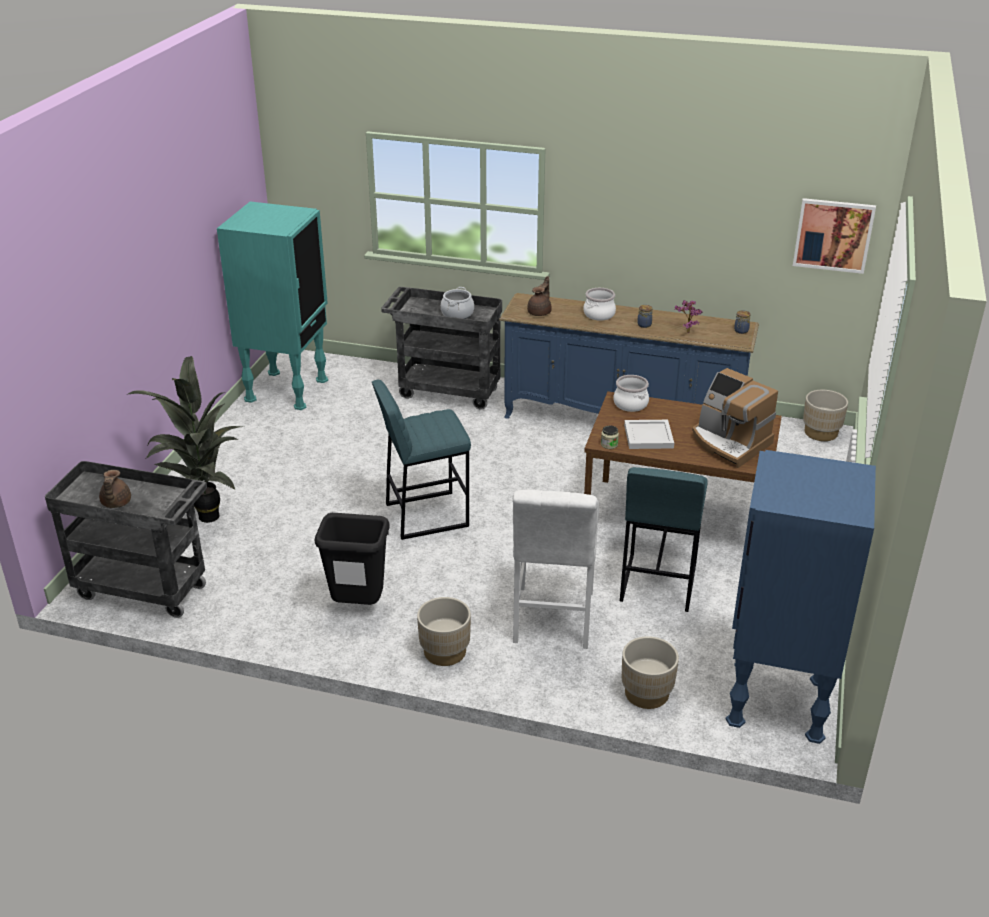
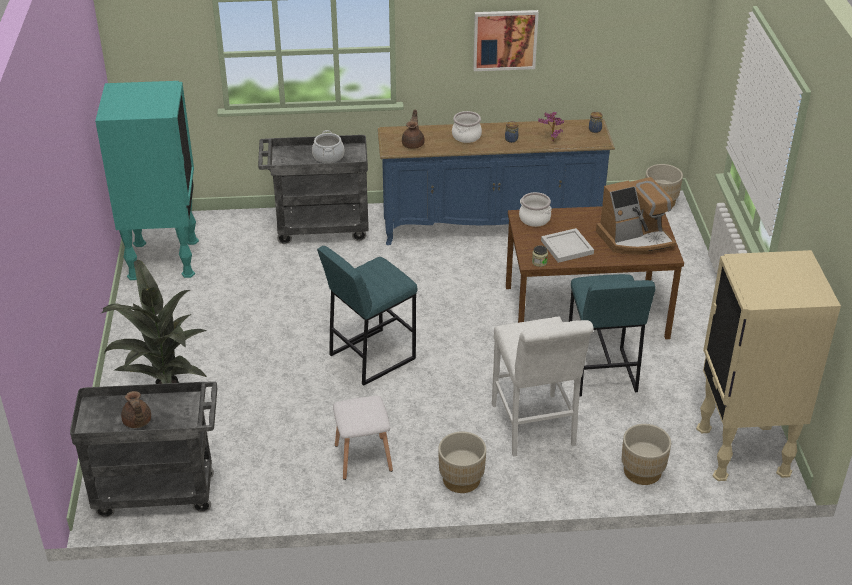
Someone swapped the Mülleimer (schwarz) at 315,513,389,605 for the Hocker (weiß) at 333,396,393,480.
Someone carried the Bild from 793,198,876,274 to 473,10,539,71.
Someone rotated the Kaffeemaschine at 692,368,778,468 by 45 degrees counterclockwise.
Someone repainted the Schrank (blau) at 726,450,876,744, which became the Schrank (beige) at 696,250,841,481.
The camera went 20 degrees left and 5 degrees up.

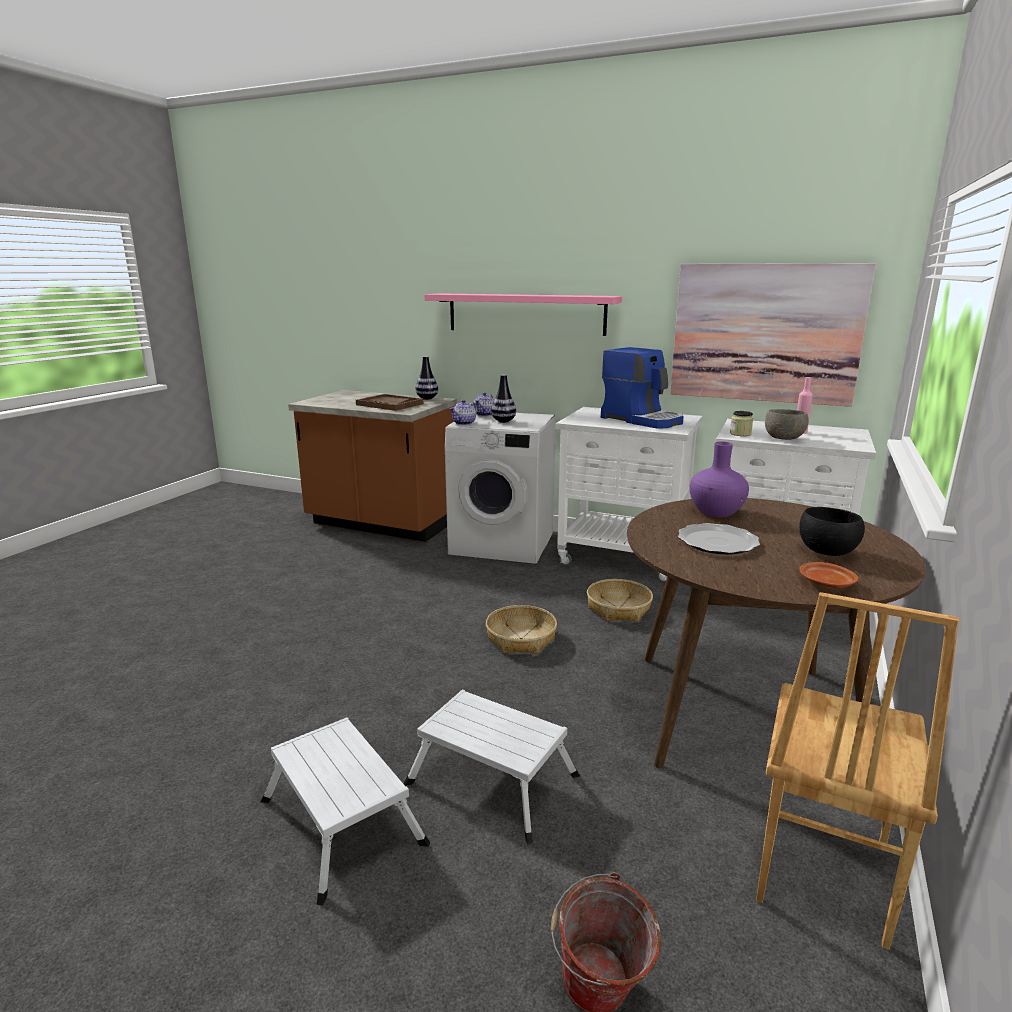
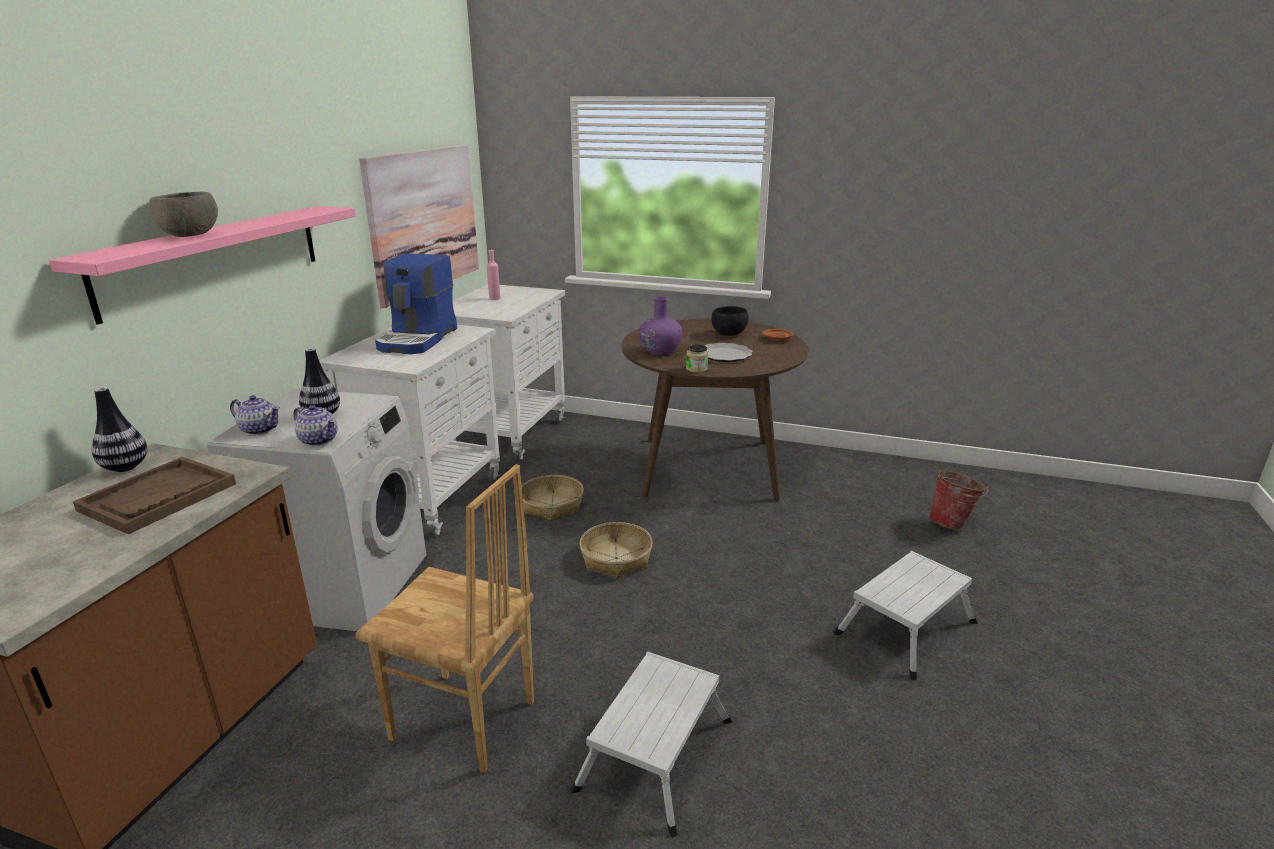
Someone carried the Schüssel (grau) from 765,409,809,440 to 149,192,218,237.
Someone carried the Stuhl (braun) from 756,592,959,950 to 355,464,534,773.
Someone rotated the Kaffeemaschine at 601,347,684,429 by 150 degrees clockwise.
Someone carried the Trittleiter (weiß) from 404,689,580,844 to 570,651,733,838.
Someone carried the Vorratsglas from 730,411,753,436 to 686,344,708,373.
The camera went 95 degrees left and 5 degrees up.

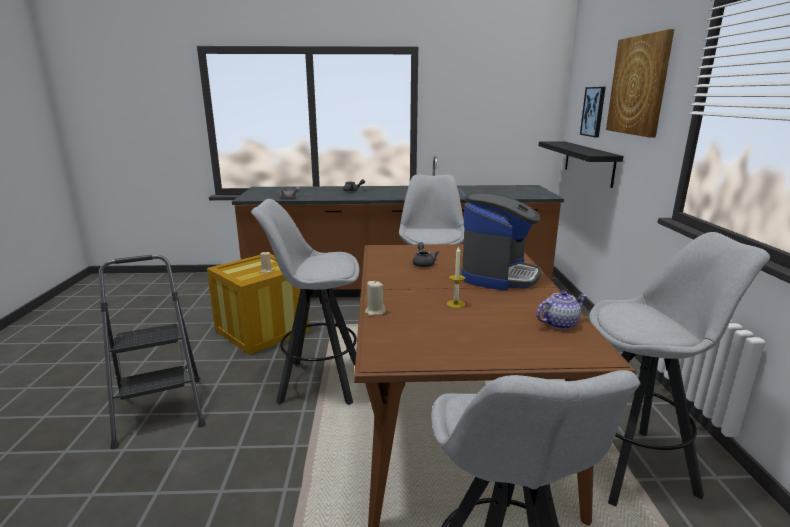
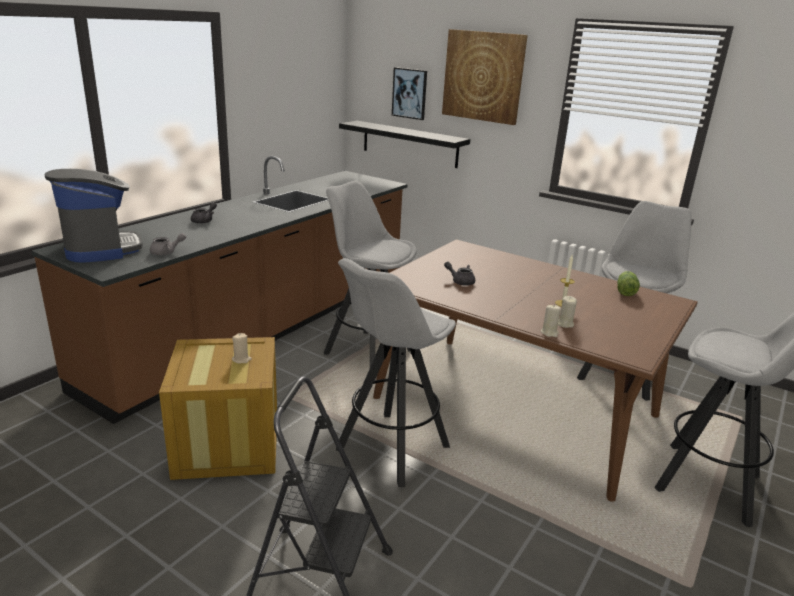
Someone carried the Kaffeemaschine from 461,193,541,291 to 44,169,143,263.
Someone put down the Kerze (beige) at 558,296,577,328.
Someone swapped the Teekanne at 536,291,587,330 for the Salatkopf at 617,271,640,296.
The camera went 55 degrees left and 5 degrees up.

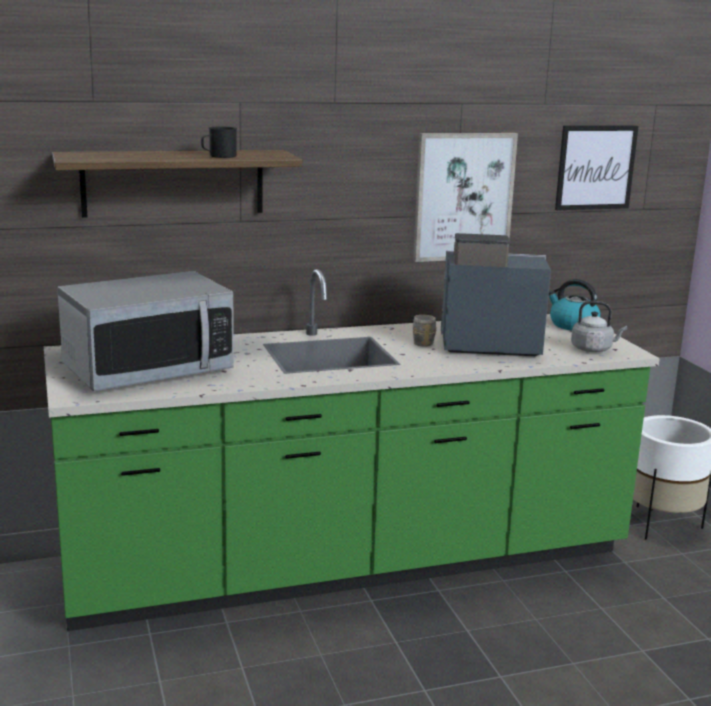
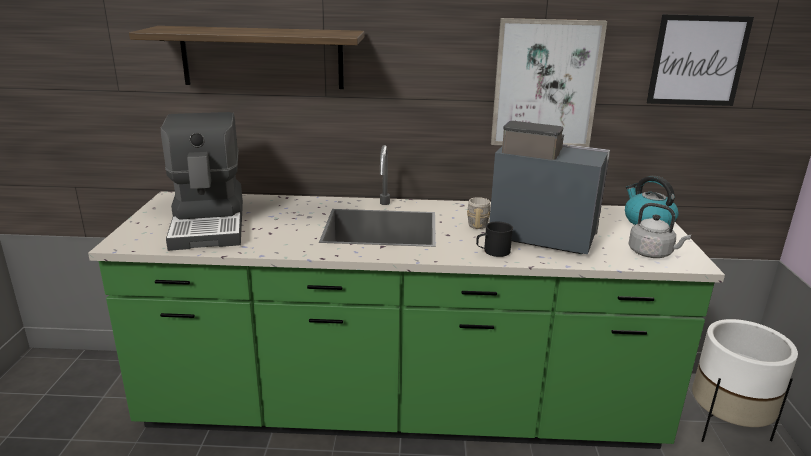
Someone swapped the Mikrowelle at 57,271,234,391 for the Kaffeemaschine at 161,112,243,251.
Someone carried the Henkelbecher (schwarz) from 201,127,237,158 to 476,222,513,257.
The camera went 20 degrees right and 5 degrees up.

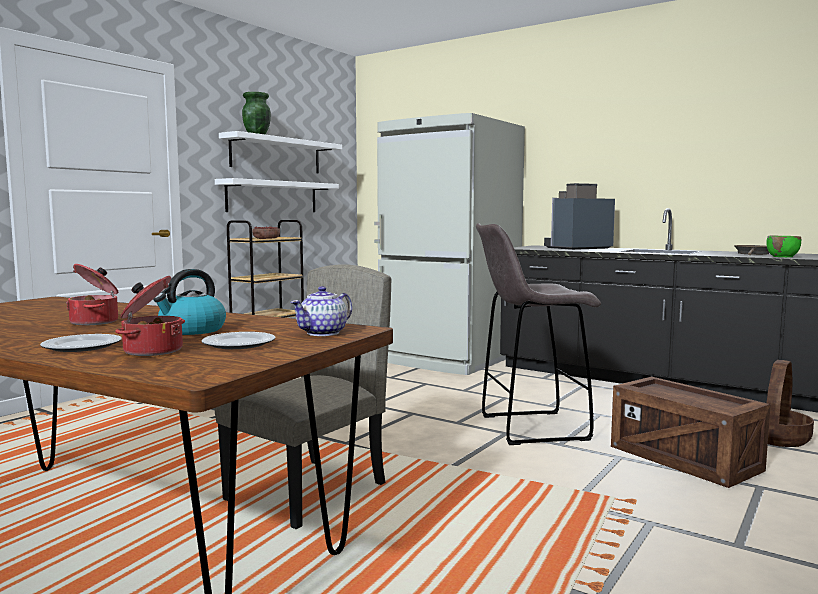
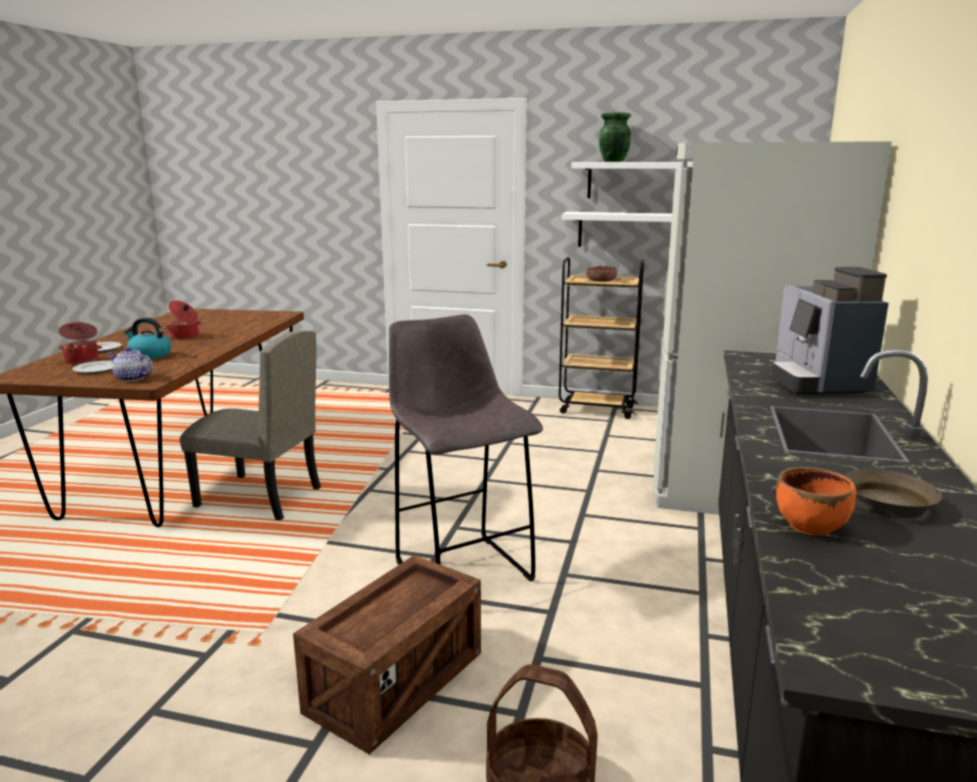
Someone rotated the Kaffeemaschine at 544,183,615,250 by 135 degrees counterclockwise.
Someone repainted the Schüssel (grün) at 766,236,801,257, which became the Schüssel (orange) at 776,467,856,536.
The camera went 70 degrees right and 10 degrees up.

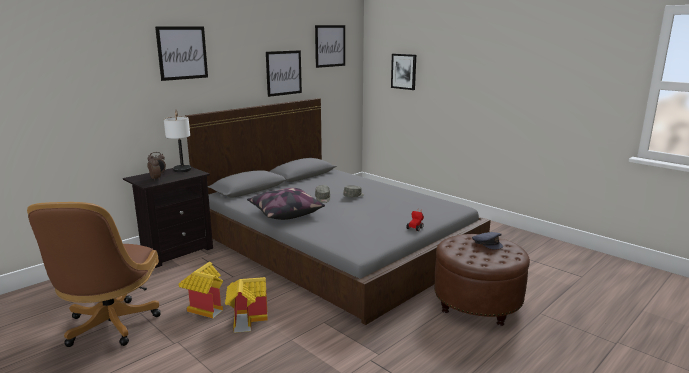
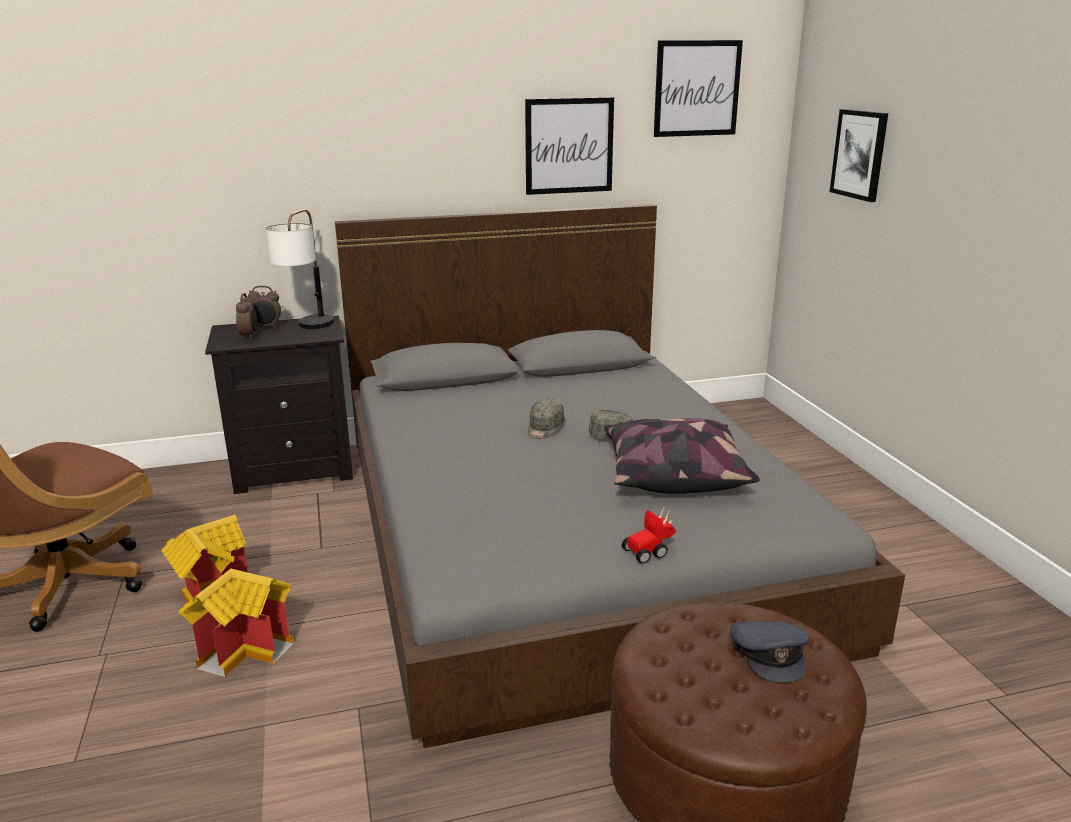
Someone carried the Kissen from 247,188,325,220 to 604,418,760,494.
Someone took away the Bild at 155,26,208,81.
The camera went 30 degrees right and 5 degrees up.

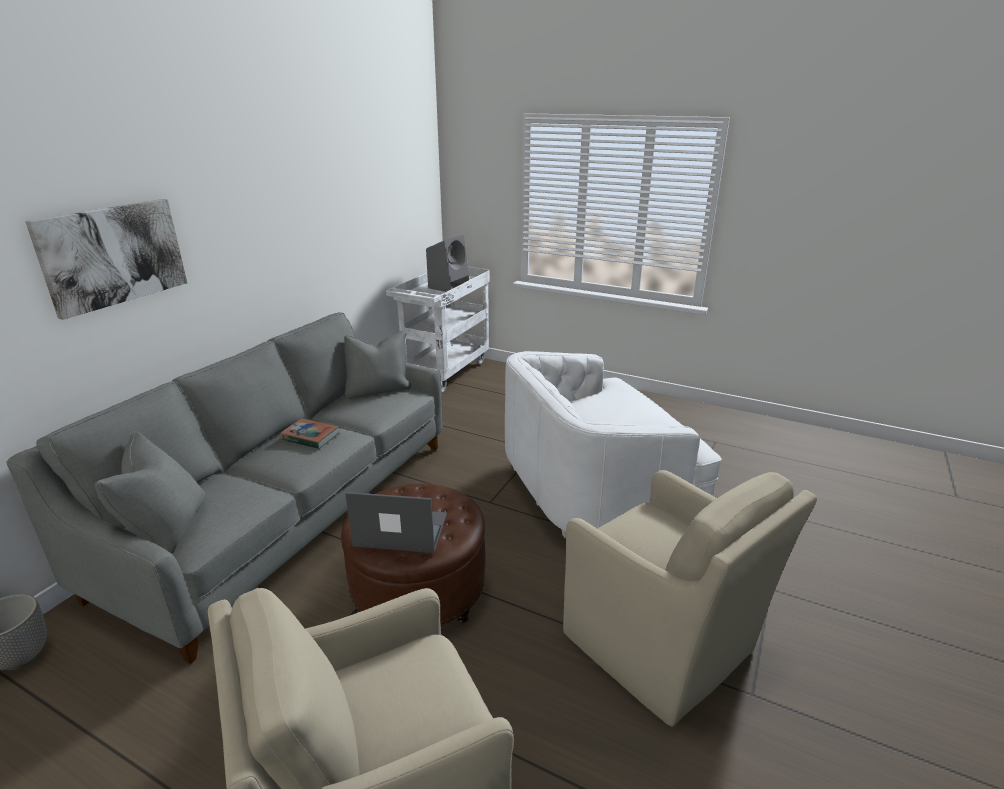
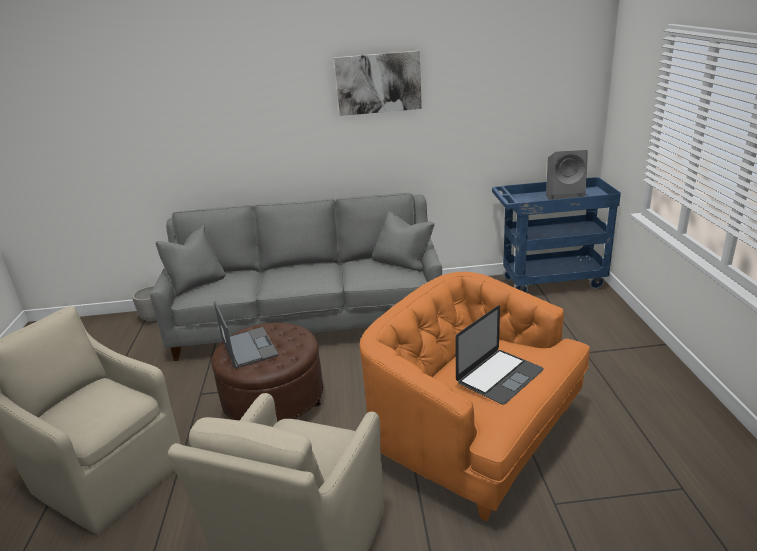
Someone carried the Bild from 25,199,187,320 to 334,51,422,116.
Someone repainted the Sessel (weiß) at 505,351,722,538, which became the Sessel (orange) at 360,272,590,521.
Someone put down the Laptop at 455,305,544,404.
Someone repainted the Rollwagen (weiß) at 386,267,490,393, which became the Rollwagen (blau) at 492,177,621,293.
Someone took away the Buch at 280,418,340,449.
The camera went 60 degrees right and 0 degrees up.

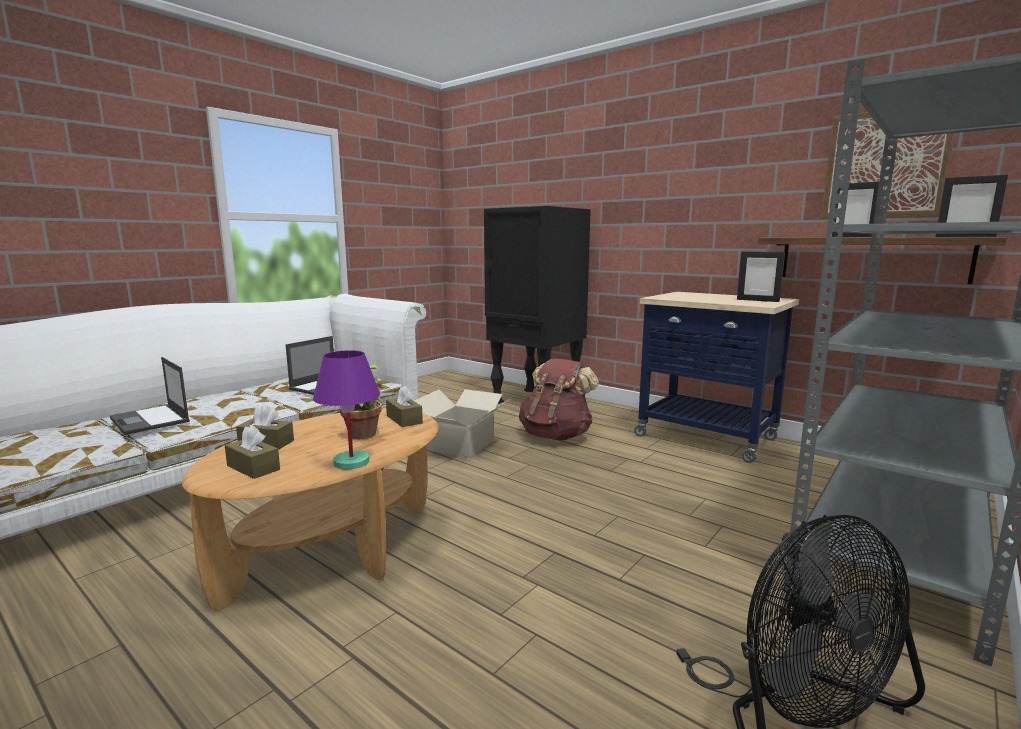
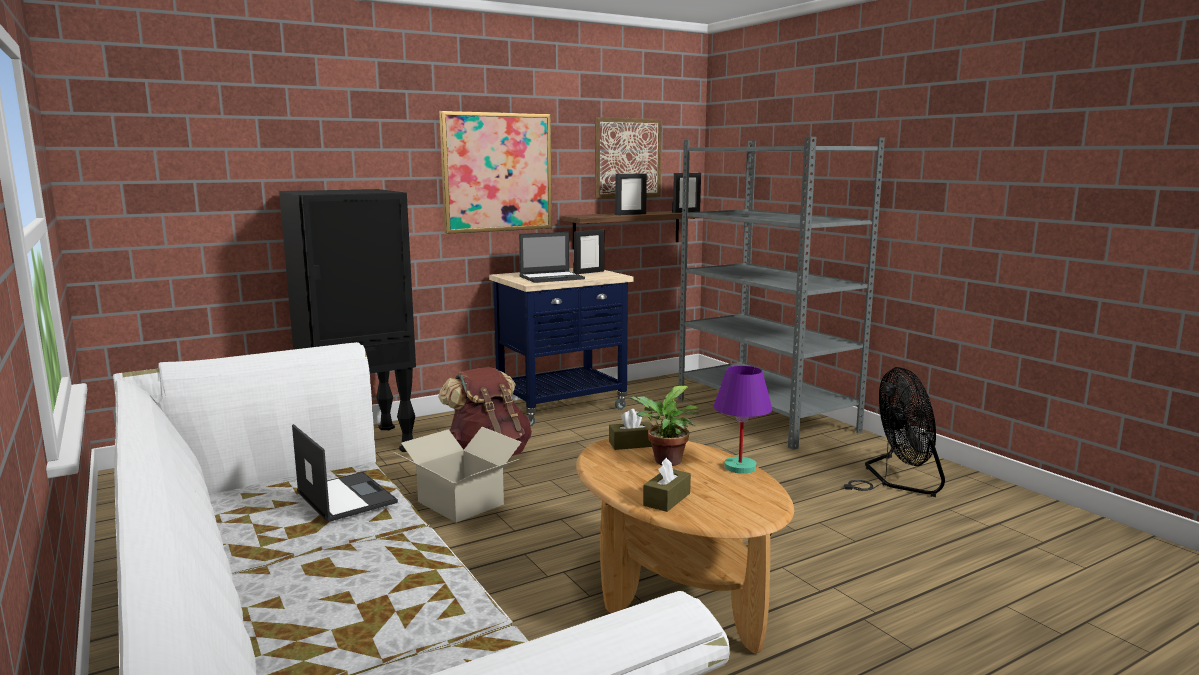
Someone put up the Bild at 439,111,552,234.
Someone carried the Laptop from 110,357,190,435 to 519,232,585,283.
Someone took away the Taschentuchbox (braun) at 225,425,280,479.
The camera went 70 degrees left and 0 degrees up.

